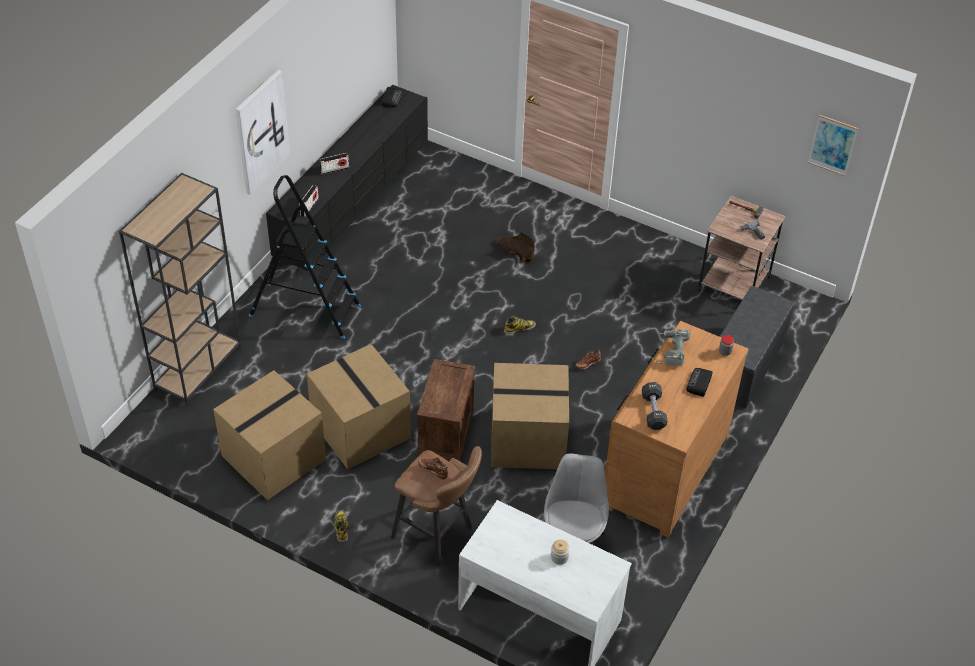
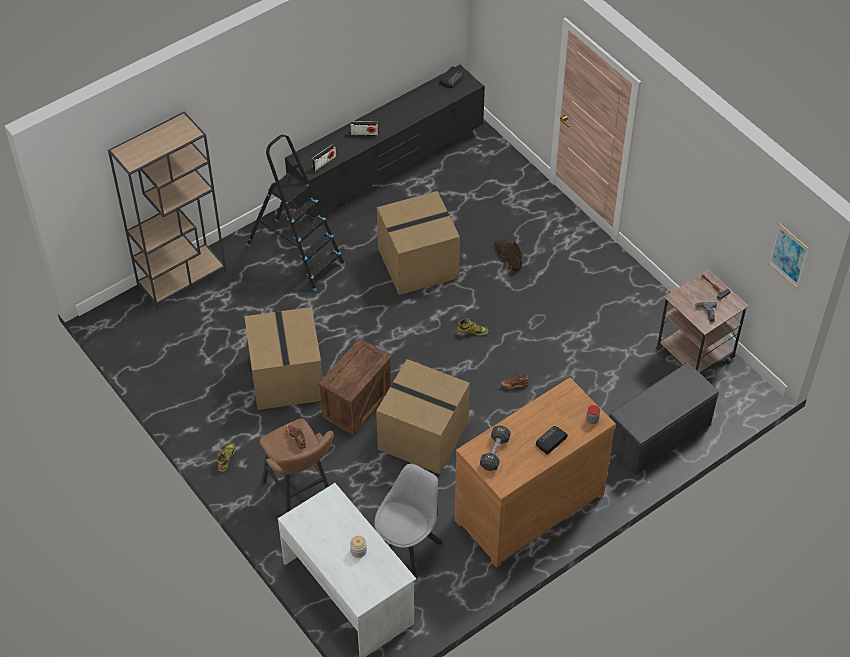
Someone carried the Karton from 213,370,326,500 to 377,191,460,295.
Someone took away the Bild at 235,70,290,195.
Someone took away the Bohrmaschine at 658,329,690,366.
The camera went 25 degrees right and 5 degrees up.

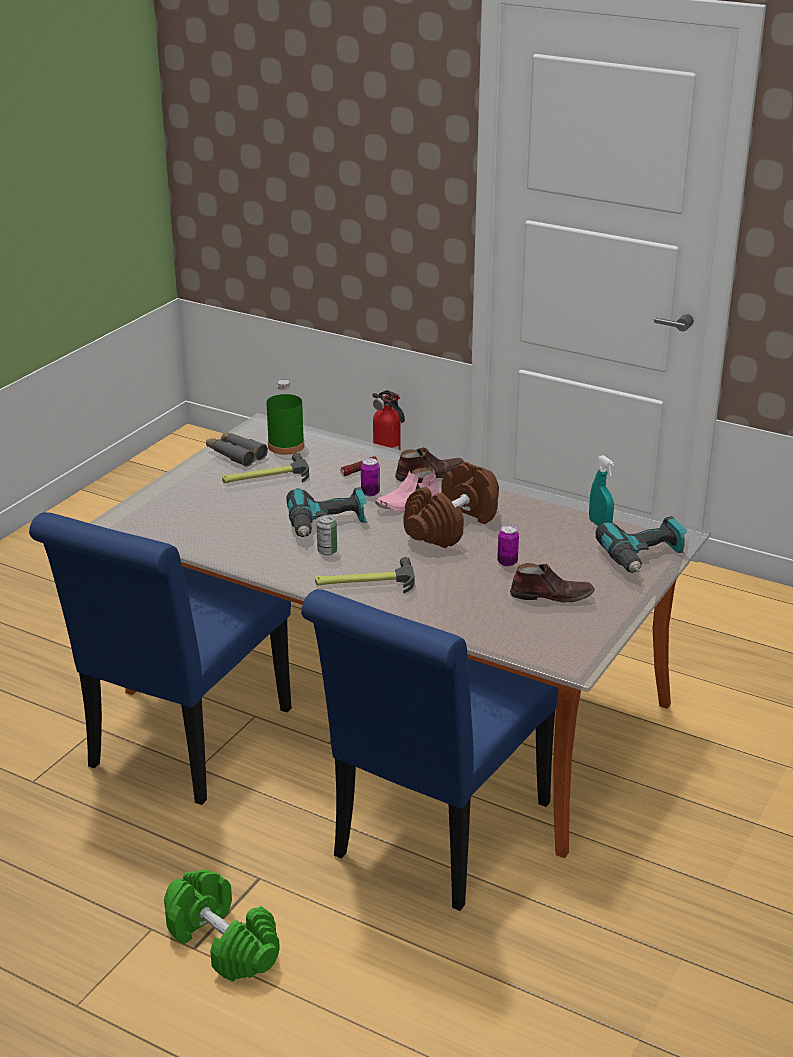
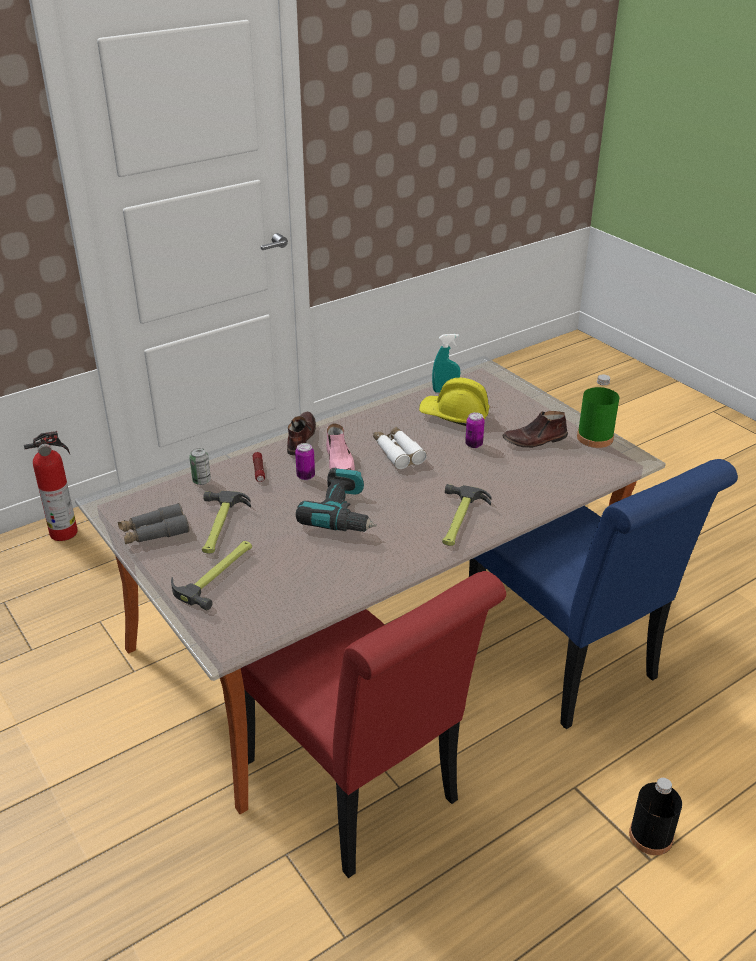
Someone put down the Hammer at 171,541,252,610.
Someone carried the Dose from 317,515,337,555 to 189,448,211,485.
Someone repainted the Stuhl (blau) at 29,512,292,805, which became the Stuhl (rot) at 241,571,506,878.
Someone swapped the Hantel (braun) at 404,462,499,548 for the Fernglas (weiß) at 373,427,427,469.
Someone put down the Schutzhelm (gelb) at 419,378,490,426.
Someone rotated the Schuh (braun) at 510,563,595,602 by 135 degrees counterclockwise.
Someone carried the Flasche (grün) from 266,380,304,455 to 577,374,619,448.
Someone swapped the Hantel (grün) at 164,870,280,982 for the Flasche (schwarz) at 629,778,682,855.
Someone took away the Bohrmaschine at 596,516,687,573.
The camera went 65 degrees left and 5 degrees up.

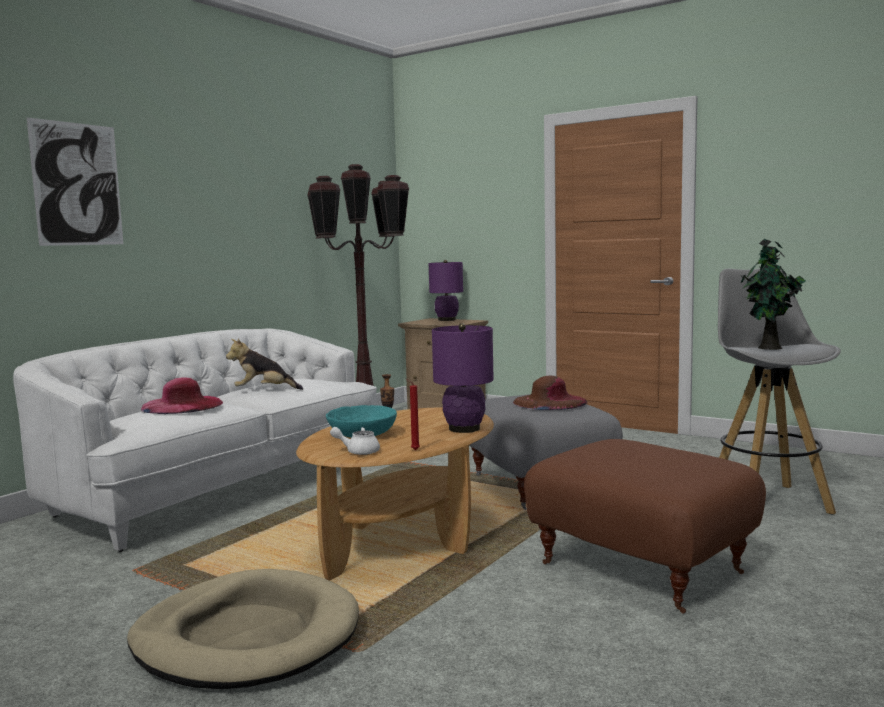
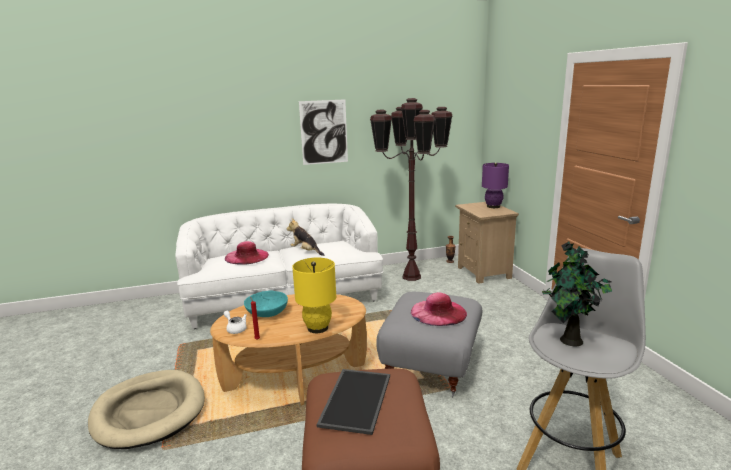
Someone repainted the Tischlampe (lila) at 432,323,494,433, which became the Tischlampe (gelb) at 292,258,336,333.
Someone carried the Bild from 27,117,123,246 to 299,99,348,165.
Someone put down the Tablett at 316,369,390,435.
Someone repainted the Hut (braun) at 513,376,587,410, which became the Hut (rosa) at 411,292,467,326.
The camera went 40 degrees right and 10 degrees up.

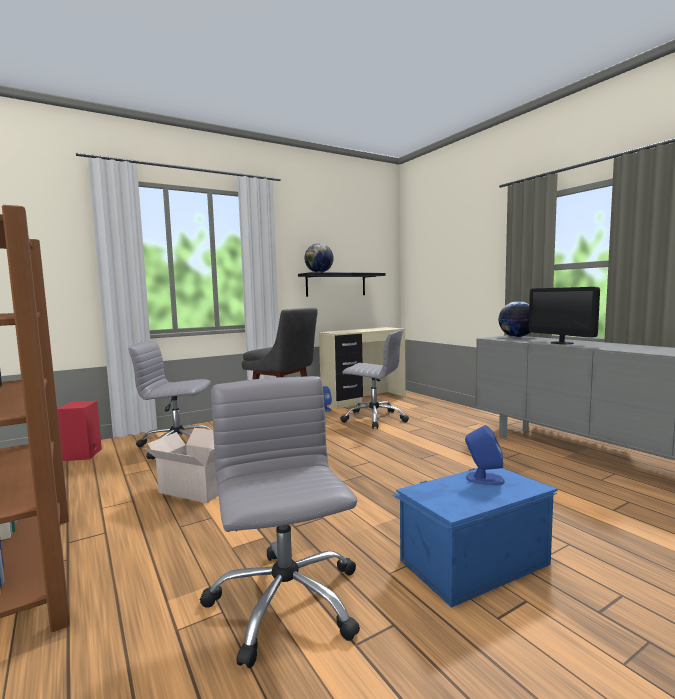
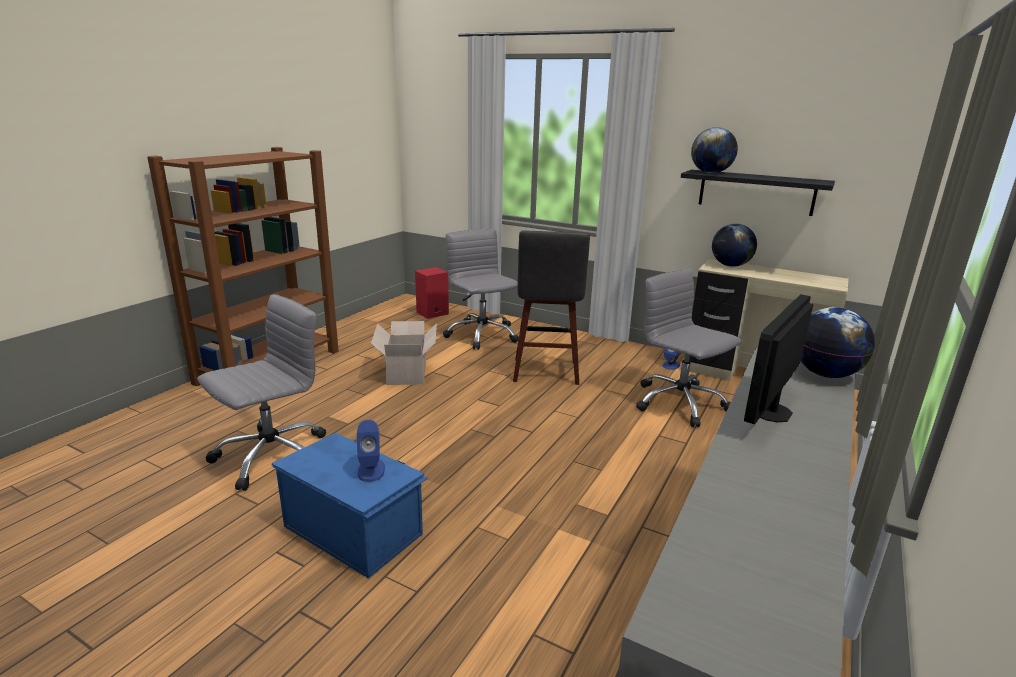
Someone rotated the Bürostuhl (grau) at 340,330,409,429 by 150 degrees clockwise.
Someone put down the Globus at 712,224,757,267.
The camera went 60 degrees right and 15 degrees up.

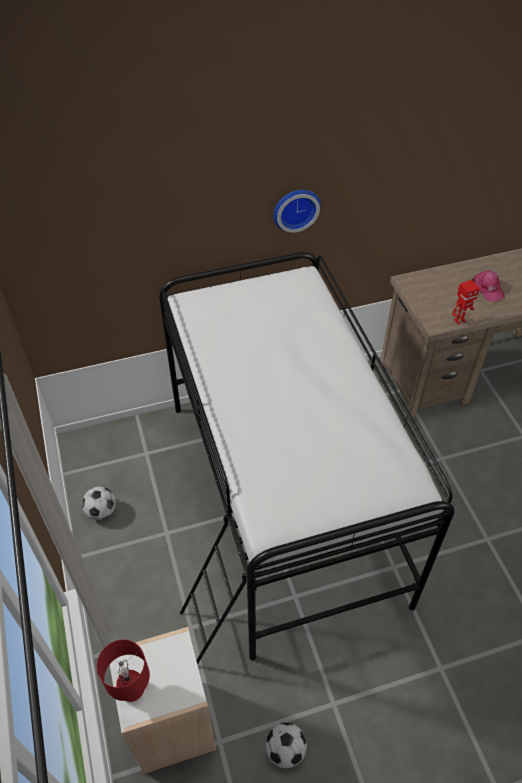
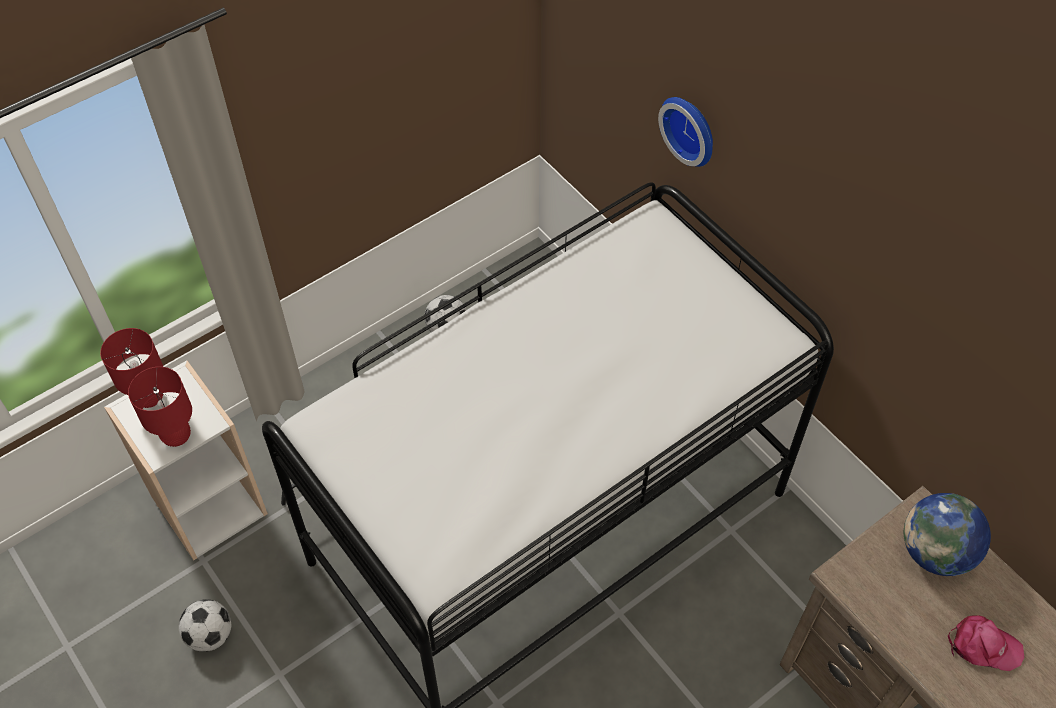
Someone put down the Tischlampe (rot) at 128,367,192,447.
Someone carried the Wanduhr from 274,190,321,233 to 658,97,713,167.
Someone put down the Globus at 904,493,991,576.
Someone rotated the Kappe (rosa) at 471,270,505,302 by 120 degrees counterclockwise.
Someone took away the Spielzeugroboter at 452,280,480,325.
The camera went 70 degrees right and 5 degrees up.

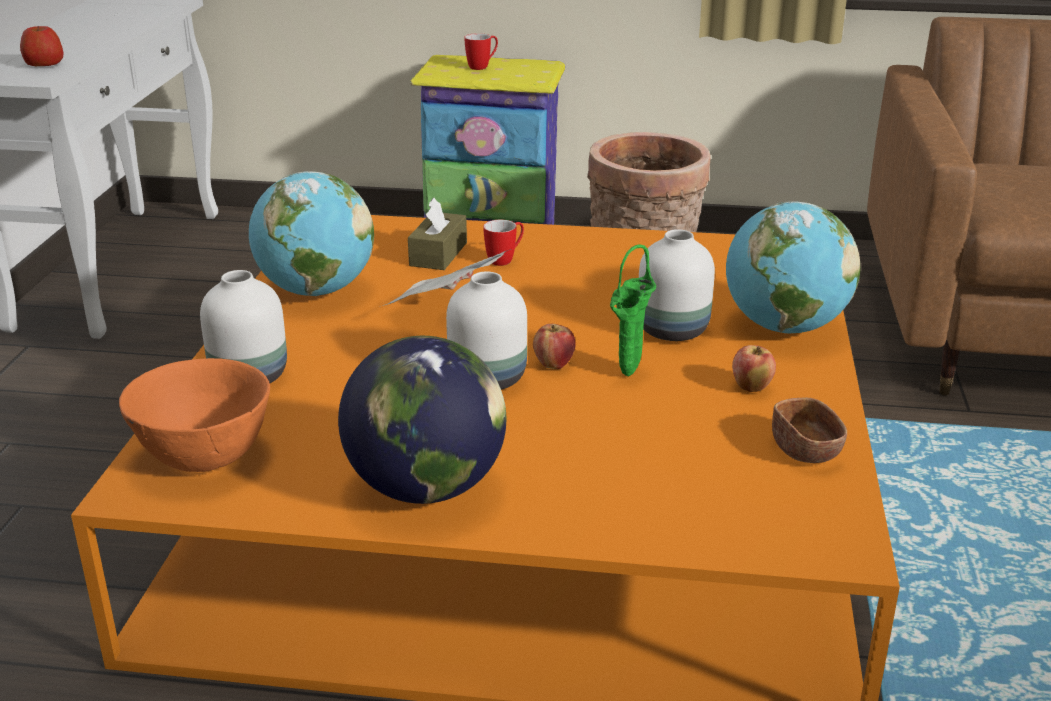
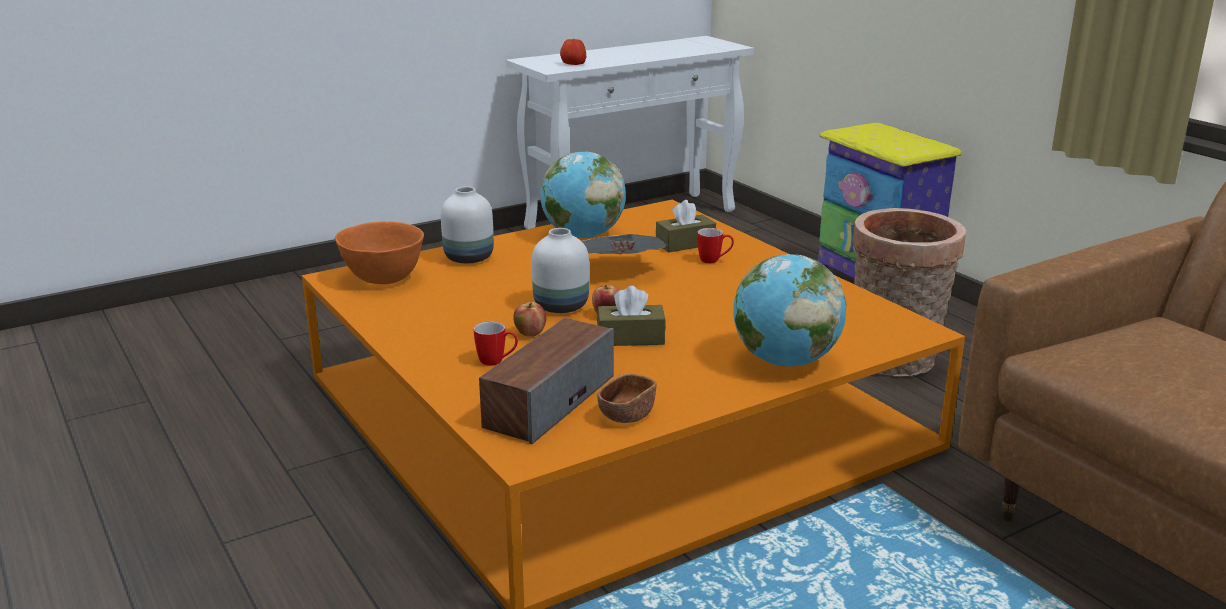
Someone carried the Henkelbecher from 464,33,498,70 to 473,321,518,366.
Someone put down the Lautsprecher at 479,318,614,444.
Someone carried the Apfel from 732,345,776,392 to 513,302,546,337.
Someone swapped the Vase (grün) at 610,244,656,377 for the Taschentuchbox (braun) at 597,286,666,346.
Someone took away the Globus at 338,336,506,504.
Someone took away the Vase (weiß) at 639,229,715,341.
The camera went 50 degrees right and 5 degrees down.

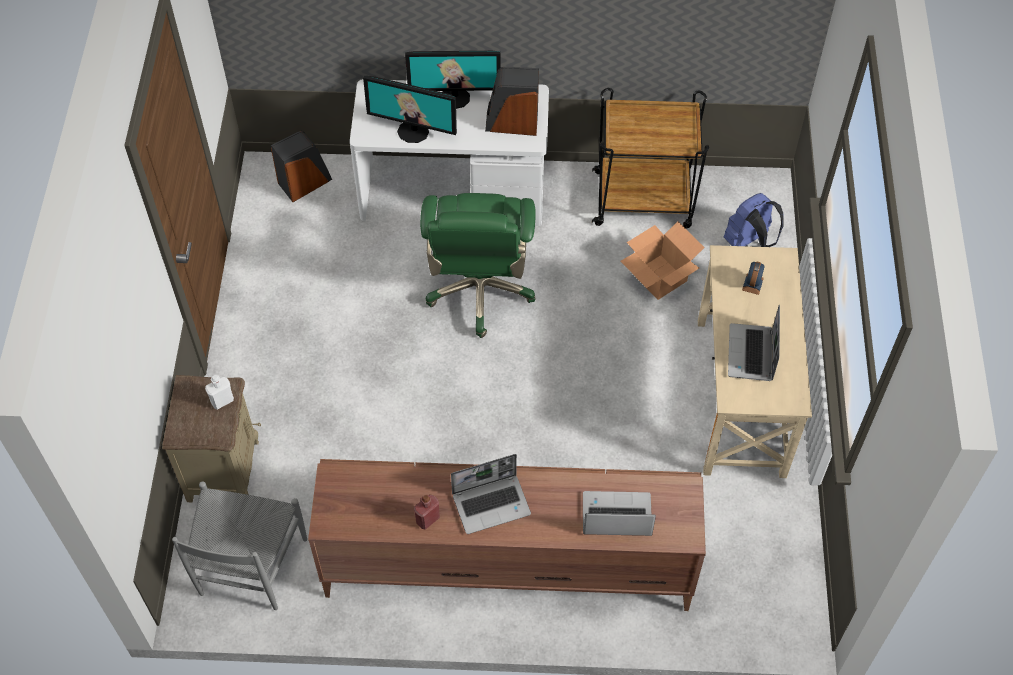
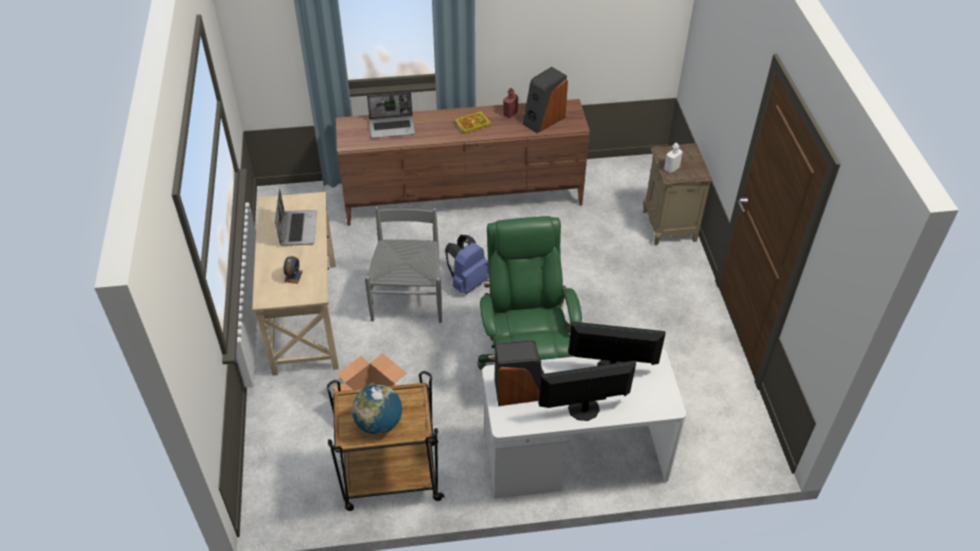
Someone put down the Globus at 352,384,402,434.
Someone carried the Stuhl (grau) from 172,481,307,610 to 365,207,442,323.
Someone carried the Rucksack (blau) from 724,193,784,247 to 445,235,489,294.
Someone swapped the Laptop at 451,454,531,534 for the Buch at 455,111,492,134.
Someone carried the Lautsprecher from 271,131,332,202 to 523,67,568,133.
The camera went 170 degrees right and 10 degrees down.

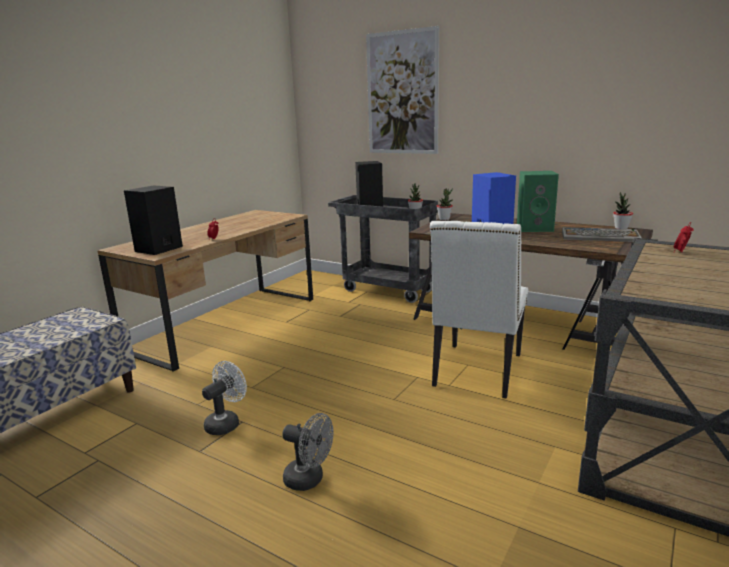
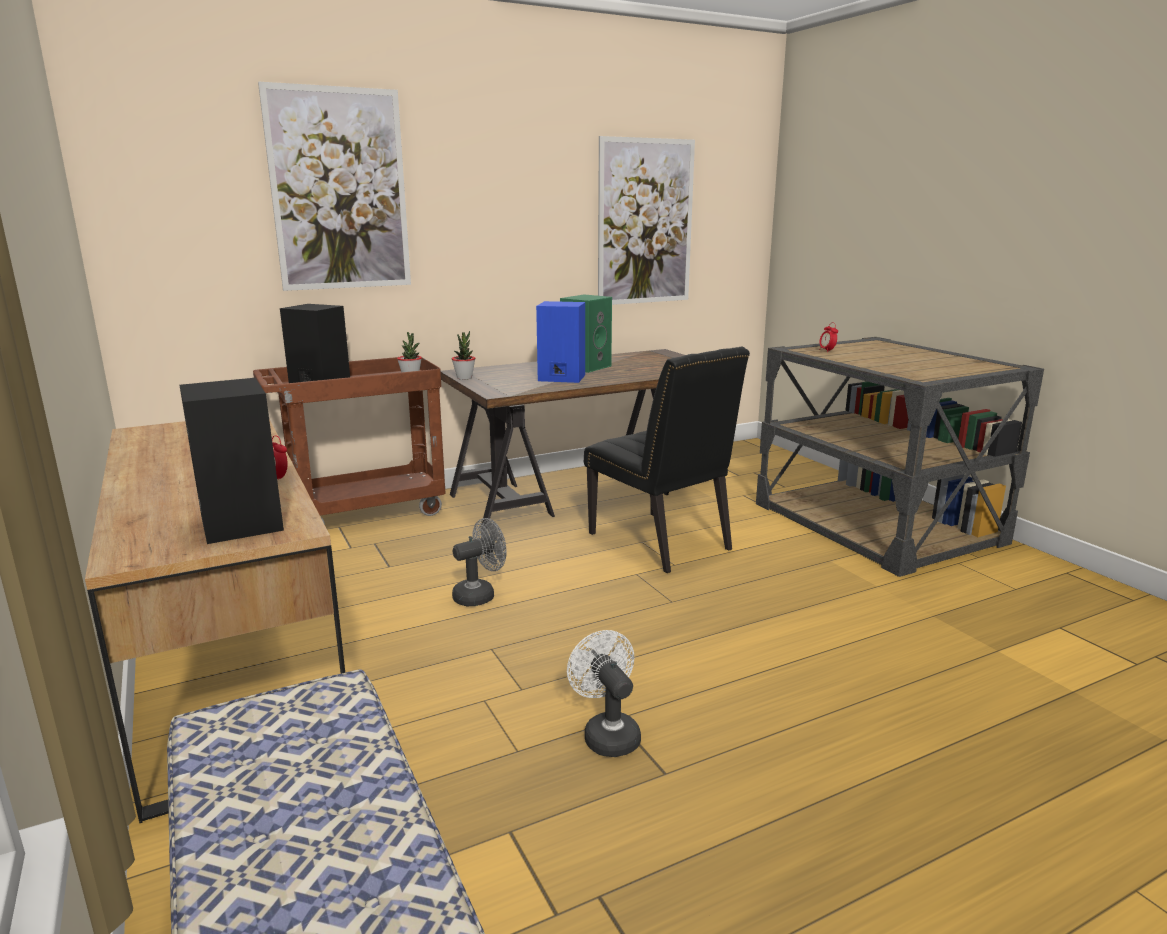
Someone repainted the Rollwagen (grau) at 328,195,438,303, which became the Rollwagen (braun) at 253,357,445,525.
Someone carried the Ventilator (grau) from 282,413,333,491 to 452,518,507,606.
Someone repainted the Stuhl (weiß) at 430,221,529,398, which became the Stuhl (schwarz) at 584,347,750,573.
Someone put up the Bild at 598,136,695,305.
Someone took away the Tastatur at 562,227,642,242.
Someone took away the Topfpflanze at 613,192,633,229.
The camera went 60 degrees left and 0 degrees up.

